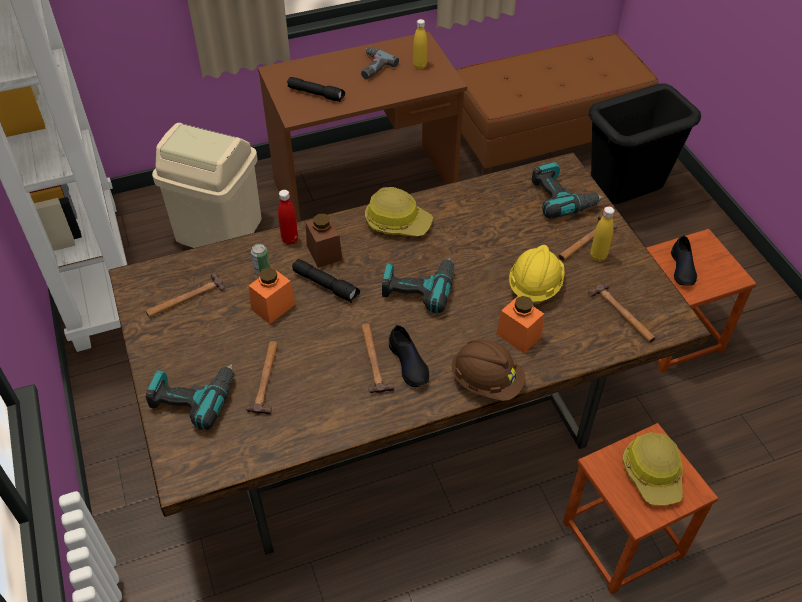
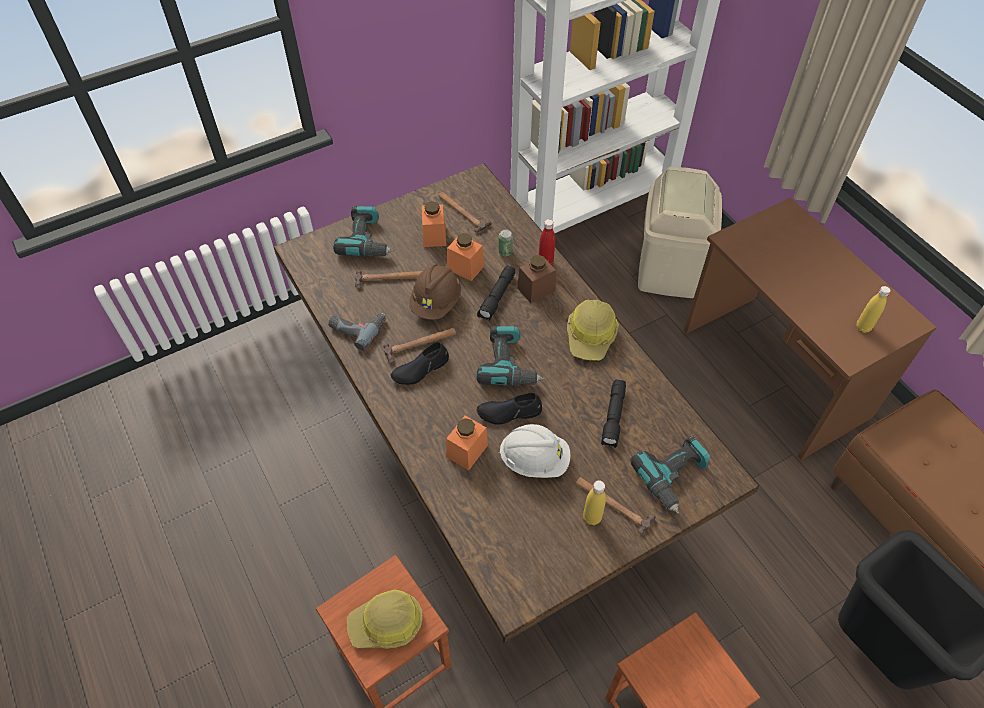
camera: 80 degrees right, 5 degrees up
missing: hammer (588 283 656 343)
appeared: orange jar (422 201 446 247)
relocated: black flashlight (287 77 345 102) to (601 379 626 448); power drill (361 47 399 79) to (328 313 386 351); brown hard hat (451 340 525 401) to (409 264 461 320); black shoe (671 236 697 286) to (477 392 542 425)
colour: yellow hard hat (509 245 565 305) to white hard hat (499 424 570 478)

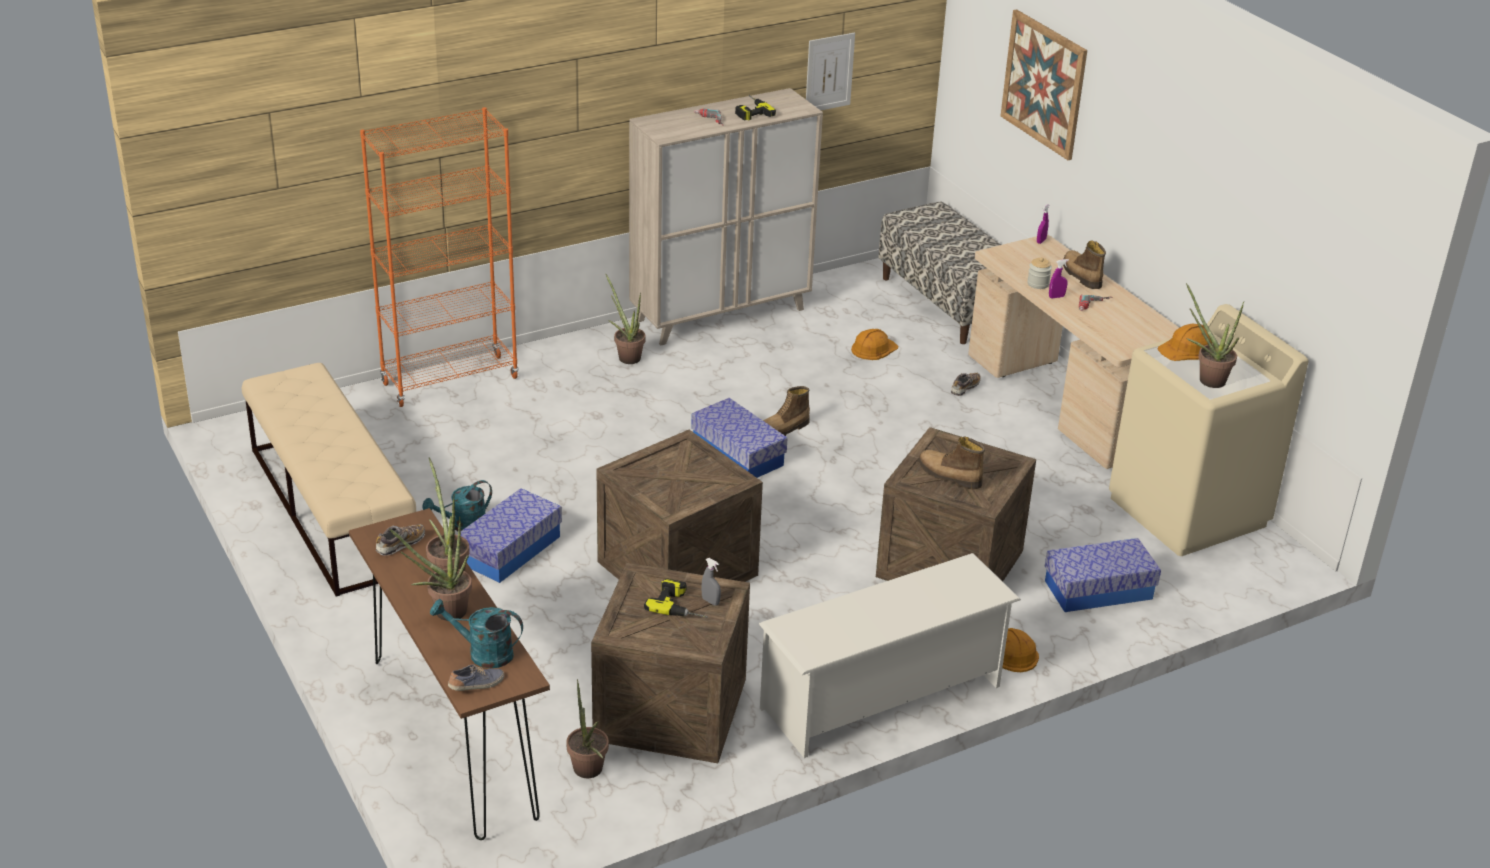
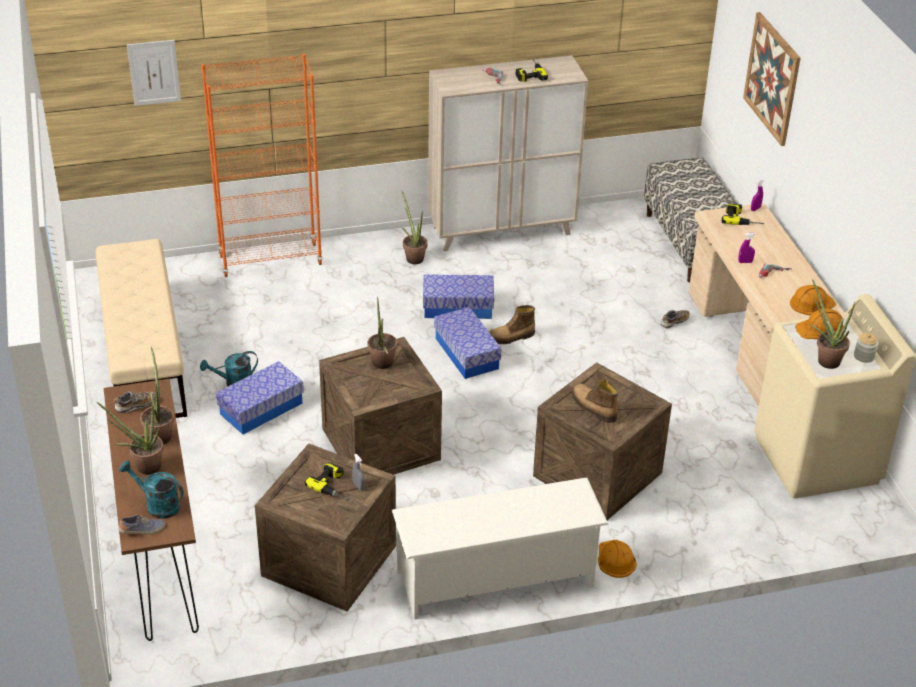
camera: 15 degrees right, 5 degrees up
missing: boot (1063 241 1106 289)
appeared: power drill (721 203 764 225)
relocated: potted plant (566 679 609 778) to (367 296 397 369); picture (806 33 855 110) to (127 40 181 106); orange hard hat (851 329 899 360) to (790 285 836 315); jar (1027 257 1052 289) to (854 333 878 363); storage box (1045 538 1161 612) to (423 274 494 319)

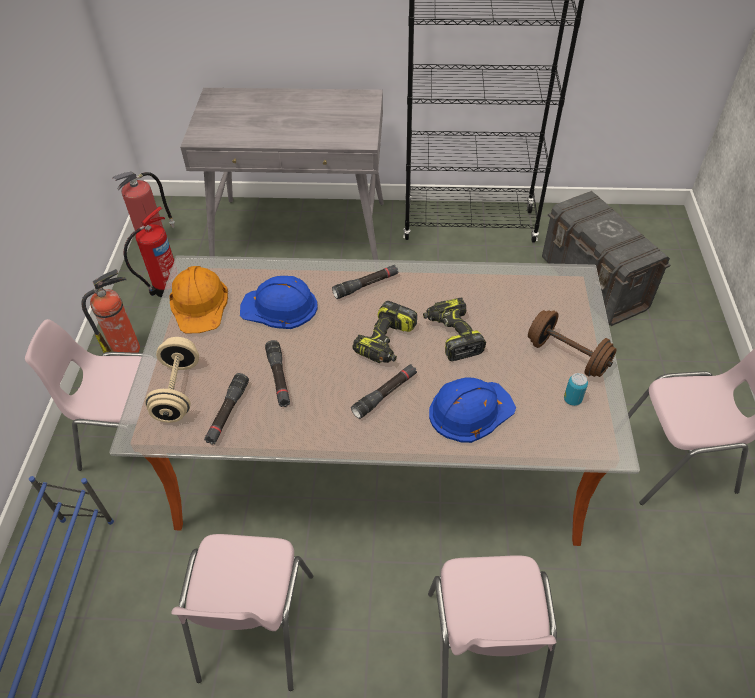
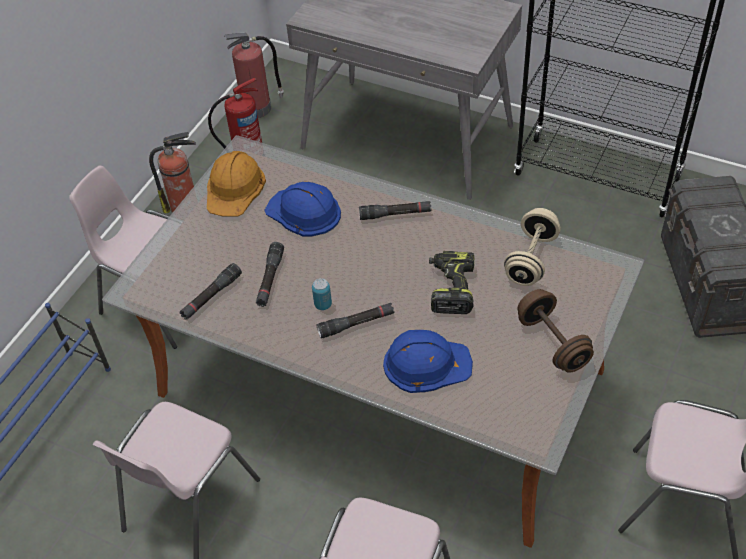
camera: 25 degrees right, 0 degrees up
missing: power drill (352 301 417 363)
relocated: beige dumbbell (145 337 199 423) to (504 208 561 286); can (564 373 588 406) to (312 278 332 310)

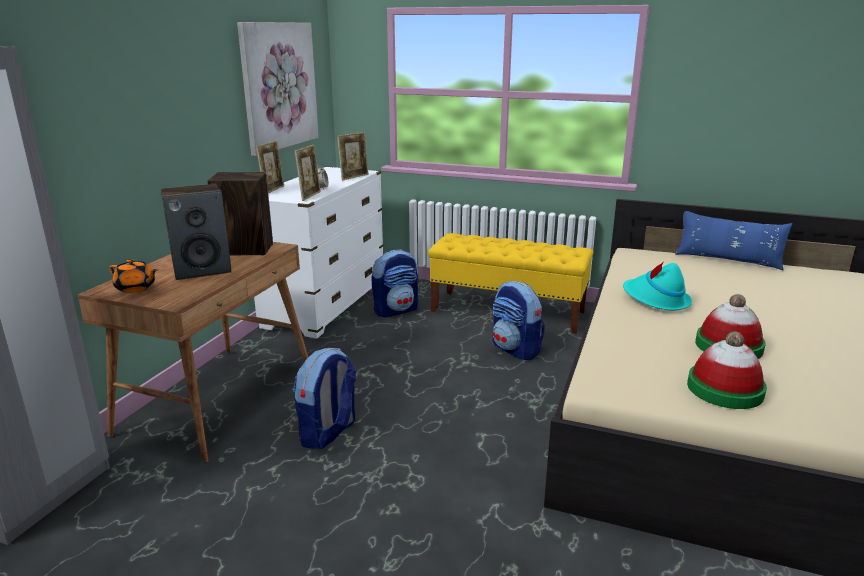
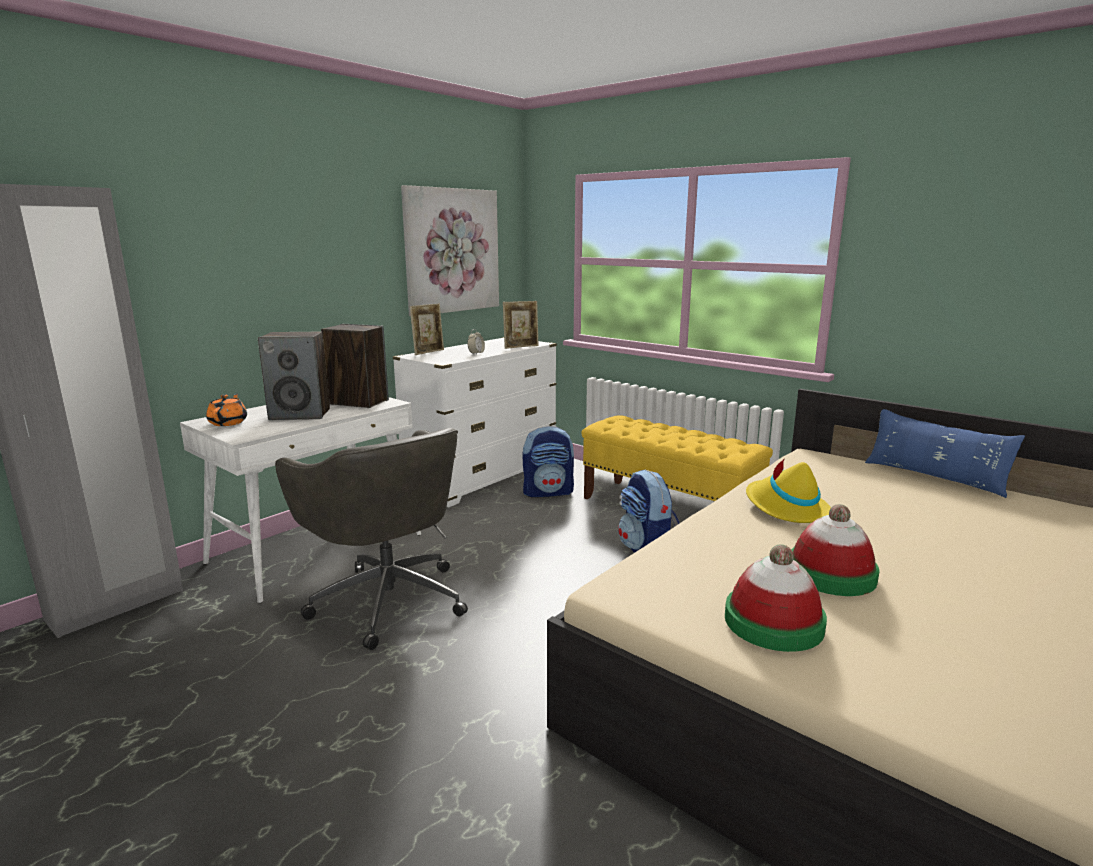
camera: 20 degrees right, 5 degrees down
missing: picture frame (295 145 321 201)
exchanged: backpack (293 348 356 449) to grey office chair (275 428 468 650)
colour: brown desk (77 242 308 463) to white desk (180 397 421 603); turquoise hat (623 262 692 310) to yellow hat (746 458 831 523)
spun: orange teapot (109 259 157 293) = (206 394 247 426) 135 degrees counterclockwise

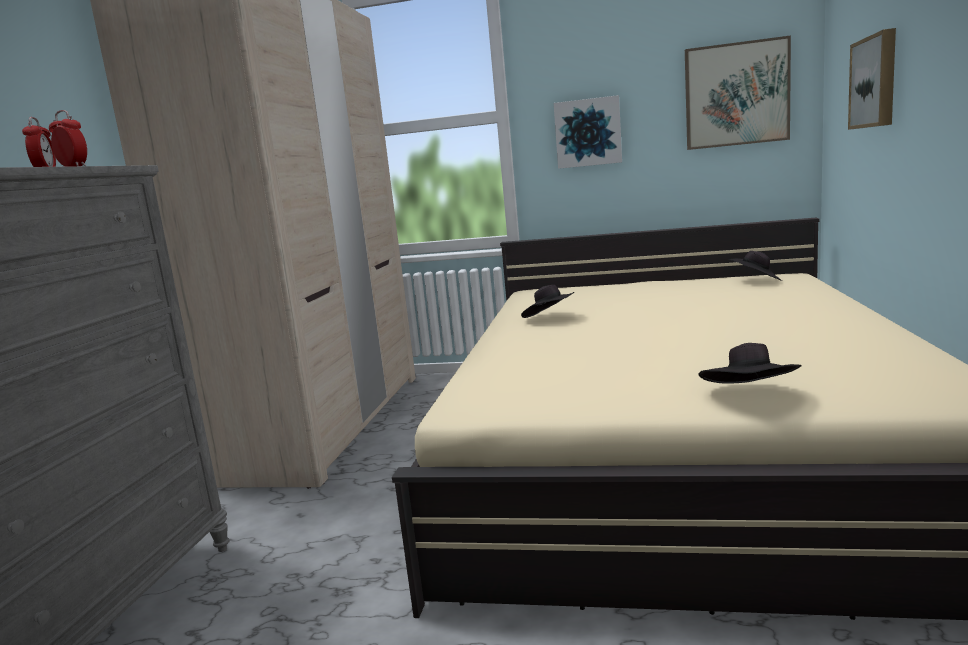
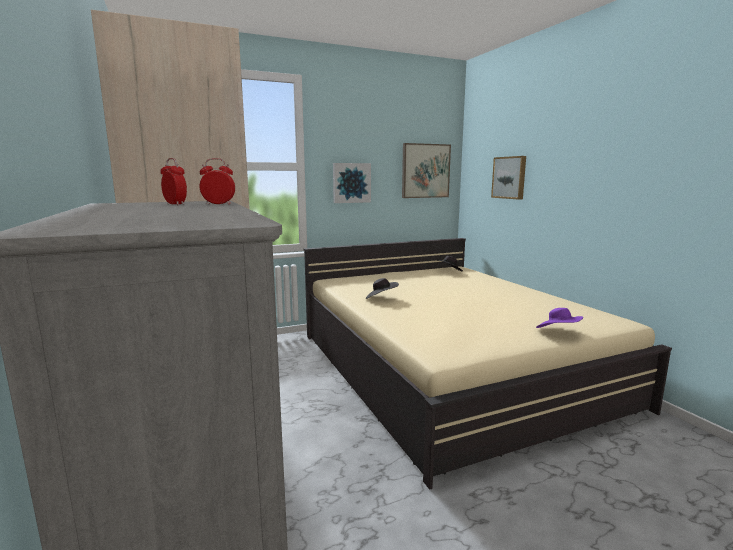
camera: 35 degrees left, 0 degrees up
colour: black hat (698 343 802 384) to purple hat (536 308 583 328)

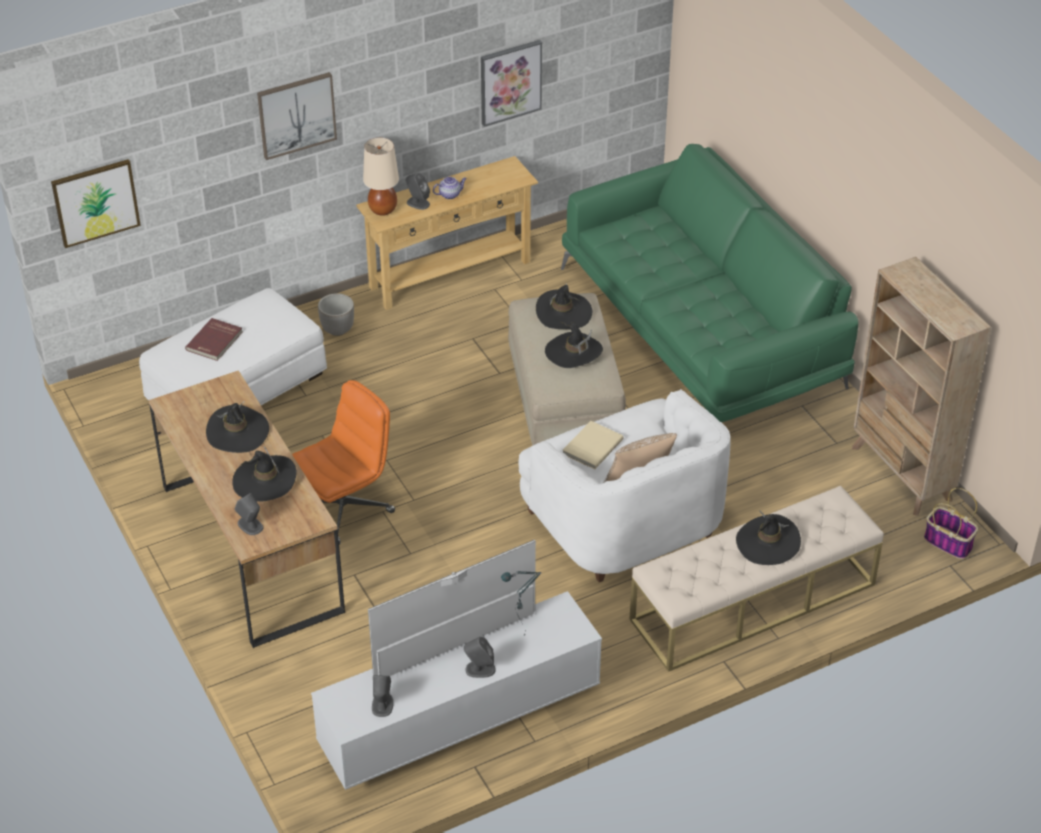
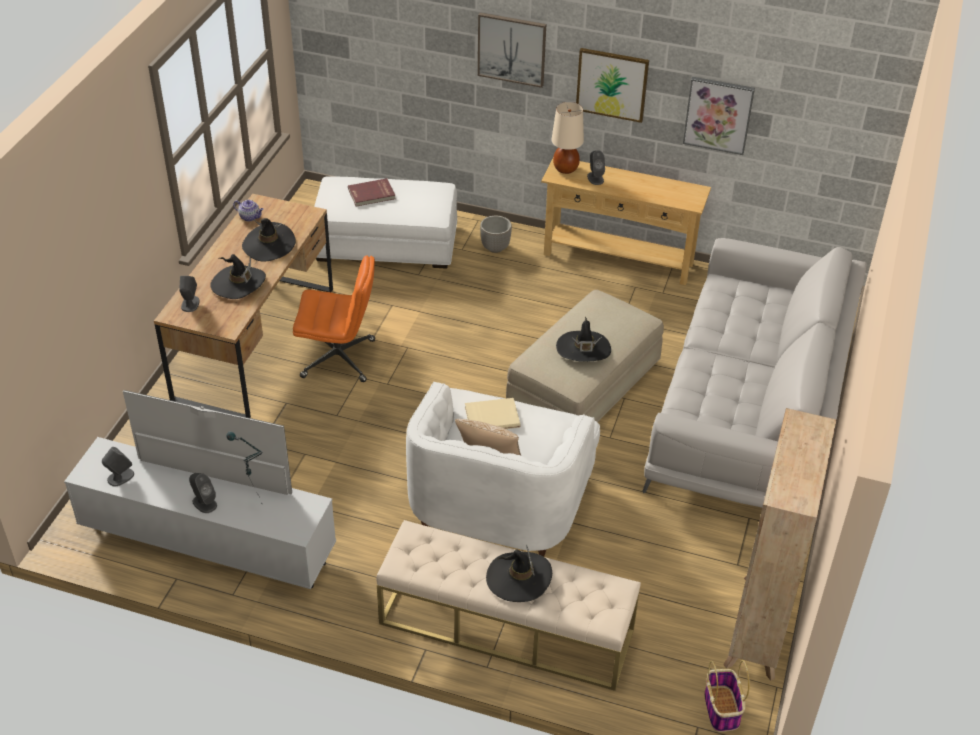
camera: 45 degrees right, 0 degrees up
missing: black hat (536 283 592 329)
relocated: picture (51 159 141 248) to (576 48 649 123); teapot (433 177 467 199) to (233 200 264 221)
colour: green sofa (561 144 858 422) to grey sofa (643 238 867 508)

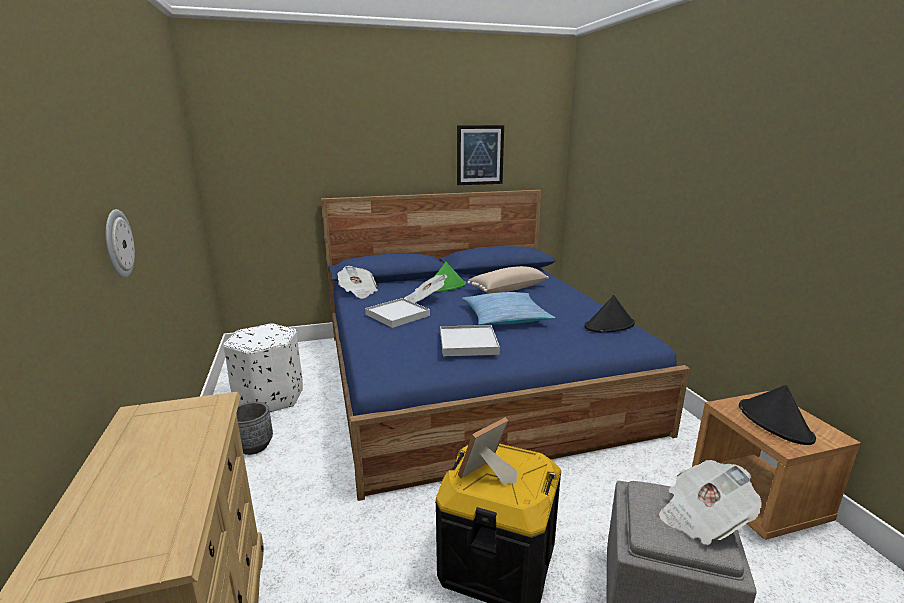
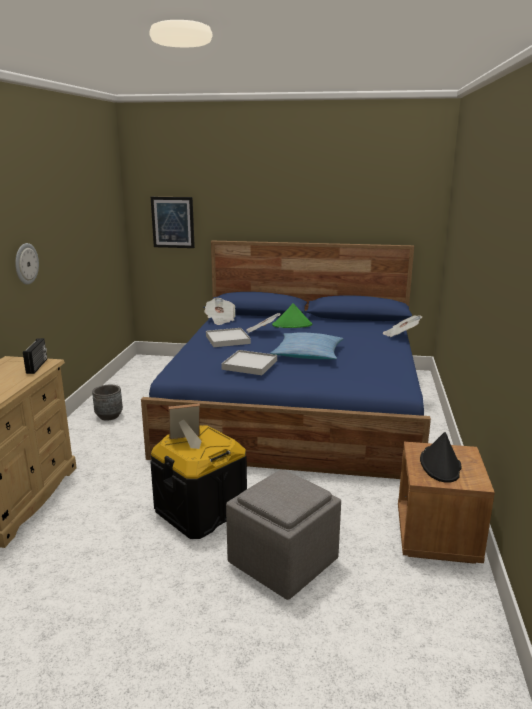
camera: 25 degrees right, 0 degrees up
missing: white ottoman (223 323 303 412); beige pillow (467 266 549 293); black hat (585 295 635 332)
appeared: radio (23 338 47 374)
relocated: picture (457 125 504 185) to (151 197 195 248); newspaper (659 460 762 545) to (383 315 422 337)

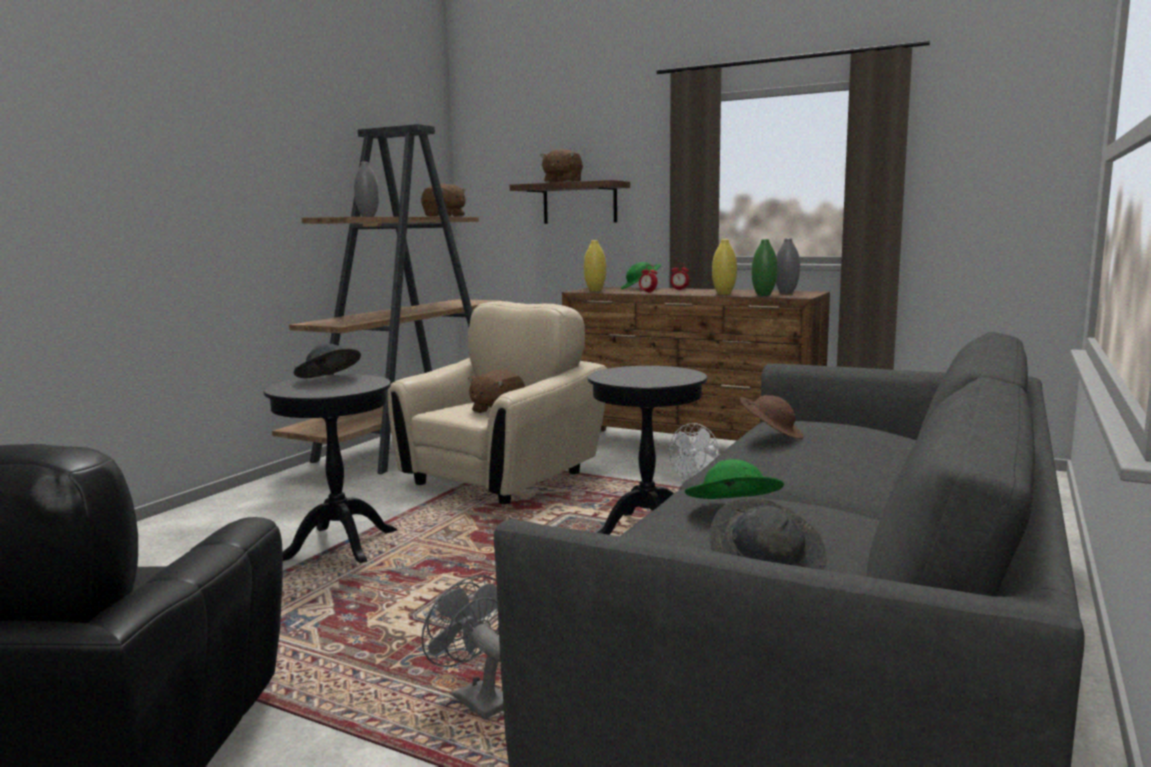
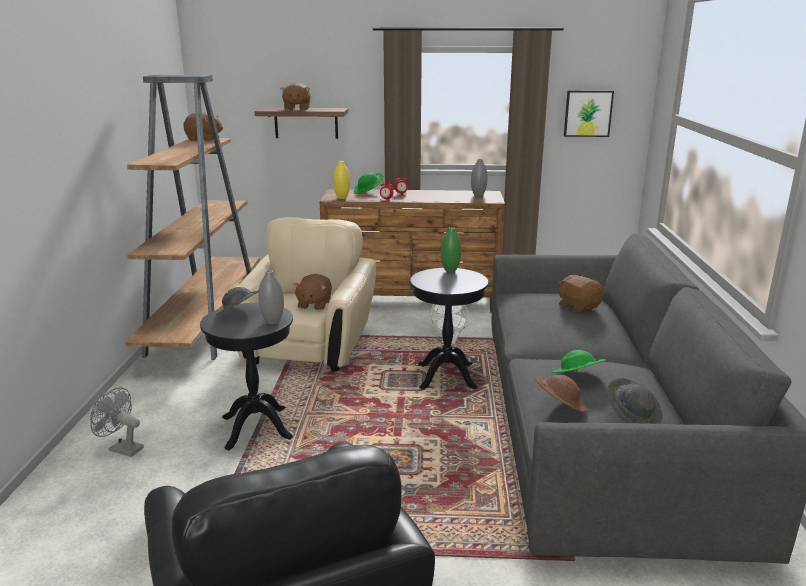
camera: 25 degrees left, 10 degrees up
missing: yellow vase (712 239 737 295)
appeared: brown plush toy (558 275 604 313); picture (564 90 614 137)
relocated: grey vase (354 162 379 217) to (258 270 284 324); grey fan (421 575 504 720) to (90 388 144 457); brown hat (740 395 803 439) to (535 375 587 412); green vase (752 239 777 296) to (441 227 461 273)

